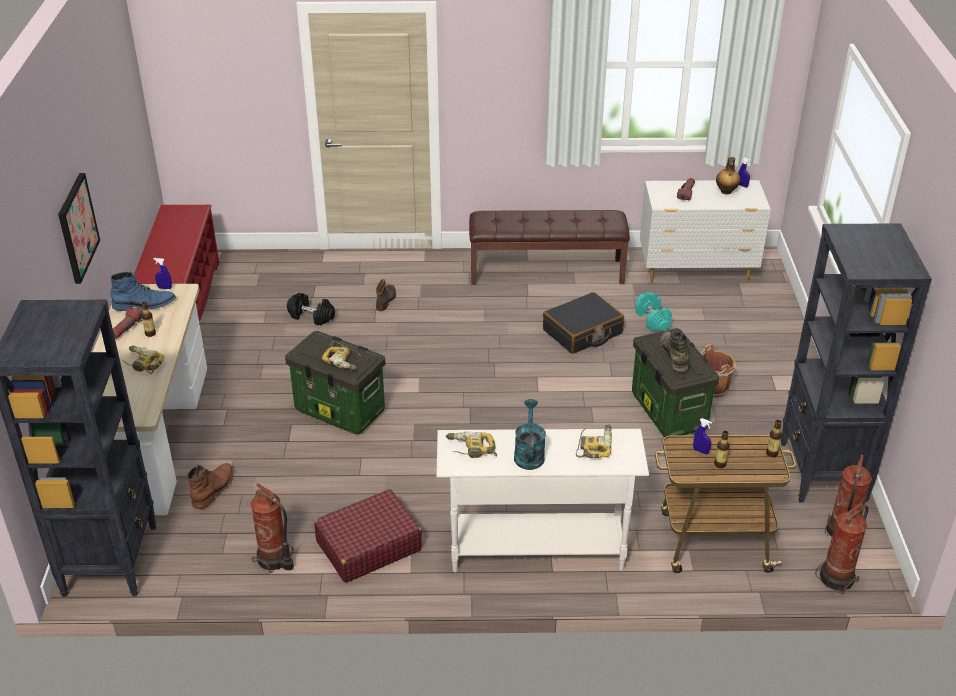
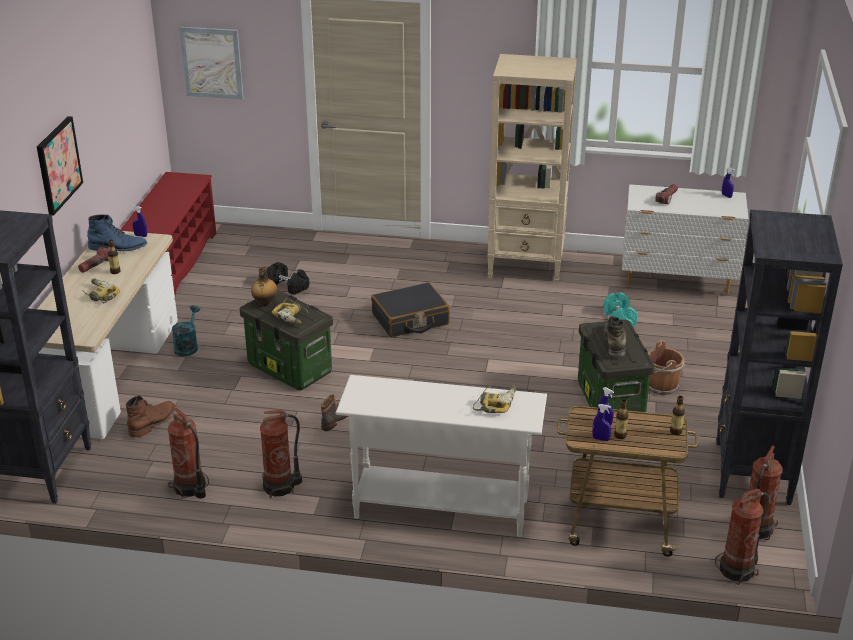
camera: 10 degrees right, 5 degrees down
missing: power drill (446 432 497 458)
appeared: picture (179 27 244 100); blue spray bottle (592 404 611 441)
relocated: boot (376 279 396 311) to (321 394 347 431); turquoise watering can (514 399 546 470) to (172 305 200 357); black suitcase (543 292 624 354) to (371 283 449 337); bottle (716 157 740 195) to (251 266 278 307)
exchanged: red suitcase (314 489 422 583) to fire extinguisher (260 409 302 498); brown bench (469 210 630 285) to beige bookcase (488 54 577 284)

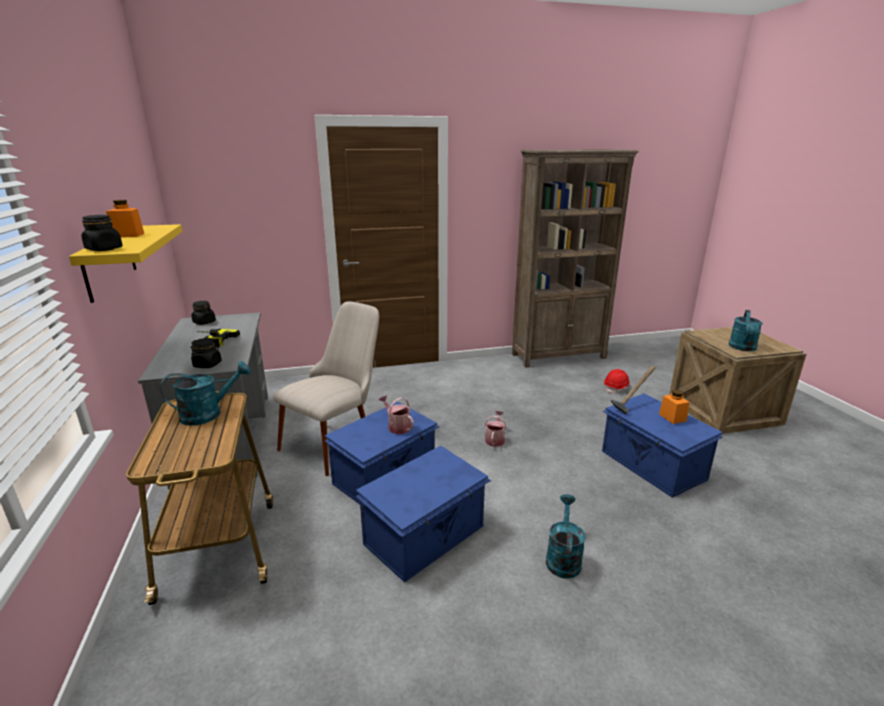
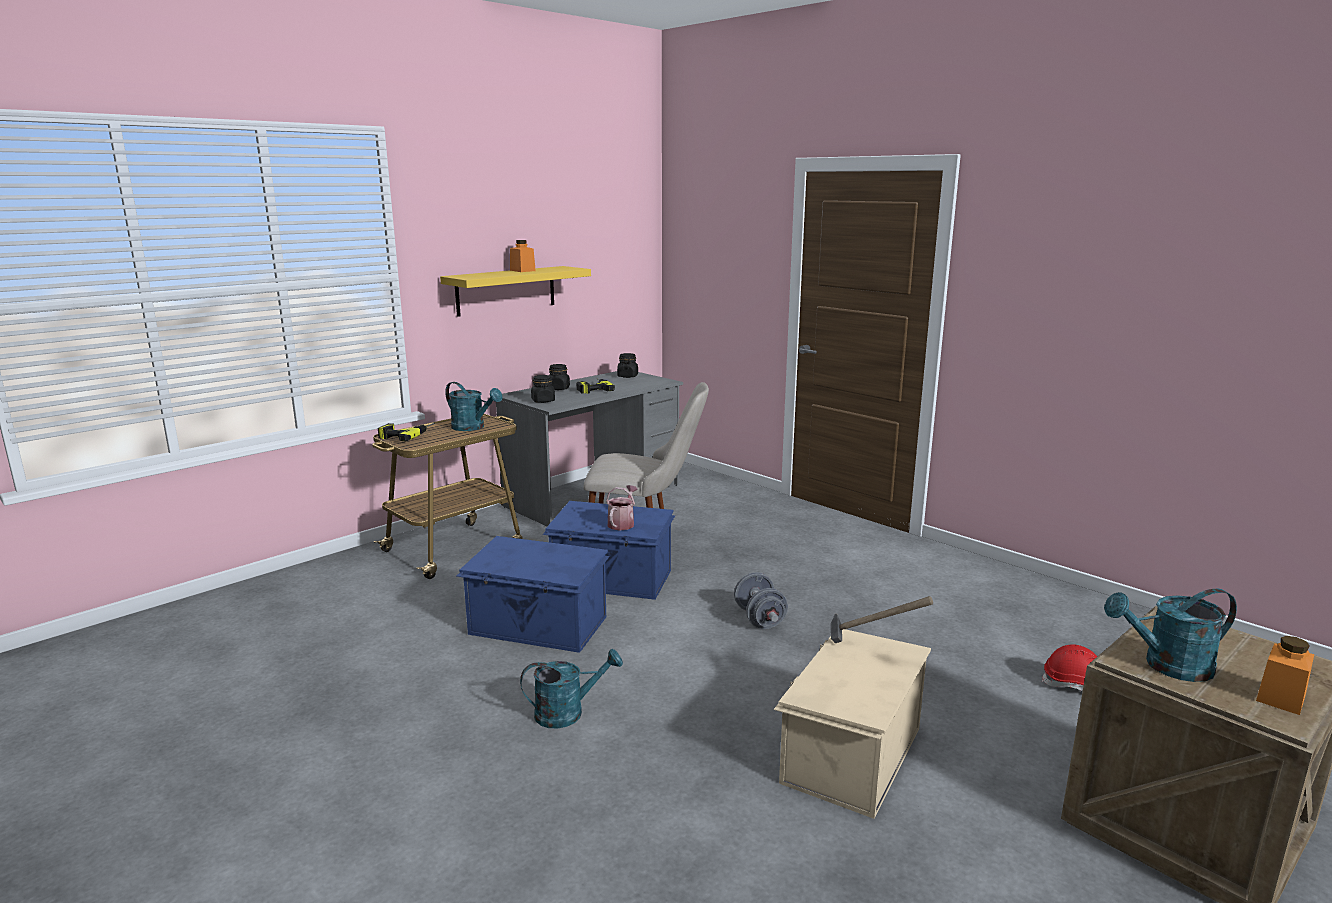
camera: 60 degrees right, 5 degrees down
missing: brown bookcase (512 149 639 367)
appeared: power drill (378 423 435 441)
relocated: black jar (81 215 123 251) to (549 364 570 390); orange jar (659 390 689 424) to (1256 636 1314 715)
exchanged: watering can (485 411 506 447) to grey dumbbell (734 572 788 629)
colour: blue storage box (602 393 723 497) to beige storage box (774 629 931 819)

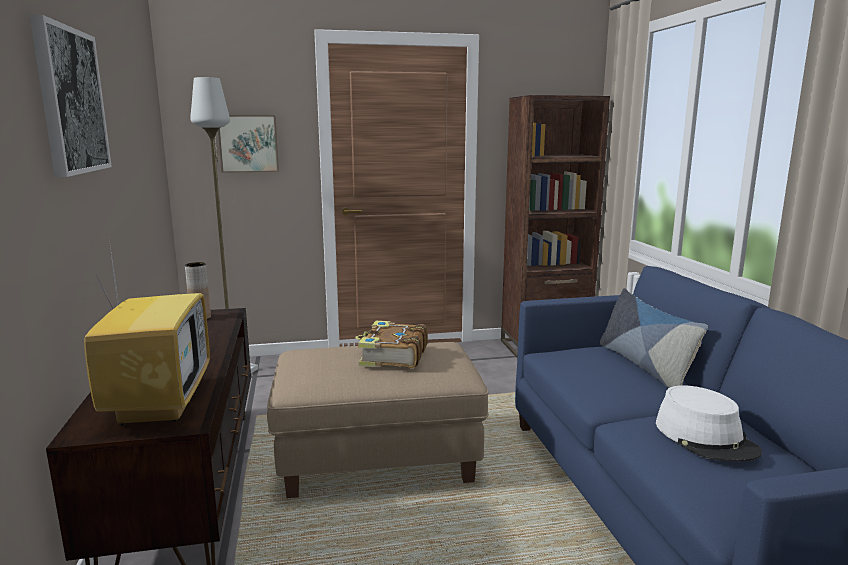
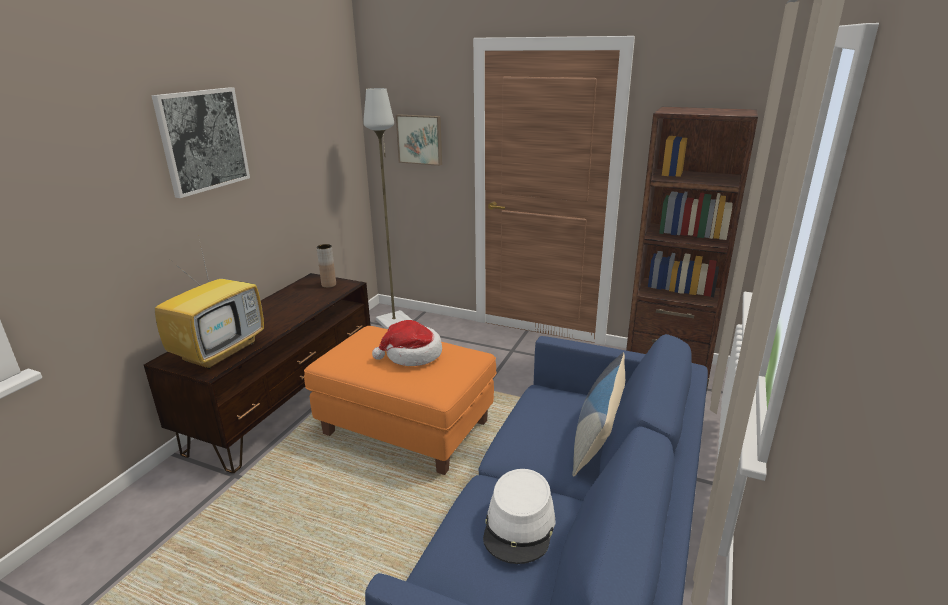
camera: 35 degrees right, 10 degrees up
exchanged: book (355 321 428 368) to hat (372 320 442 366)
colour: beige ottoman (267 342 489 498) to orange ottoman (304 326 497 475)

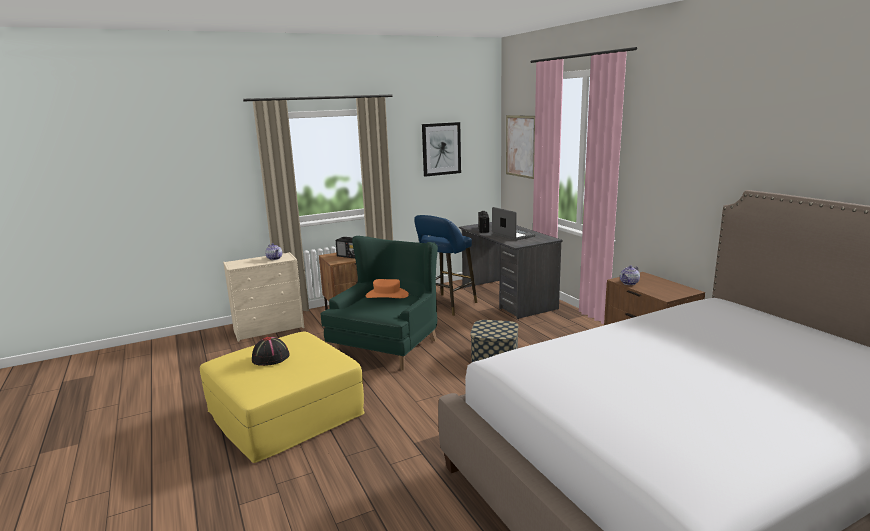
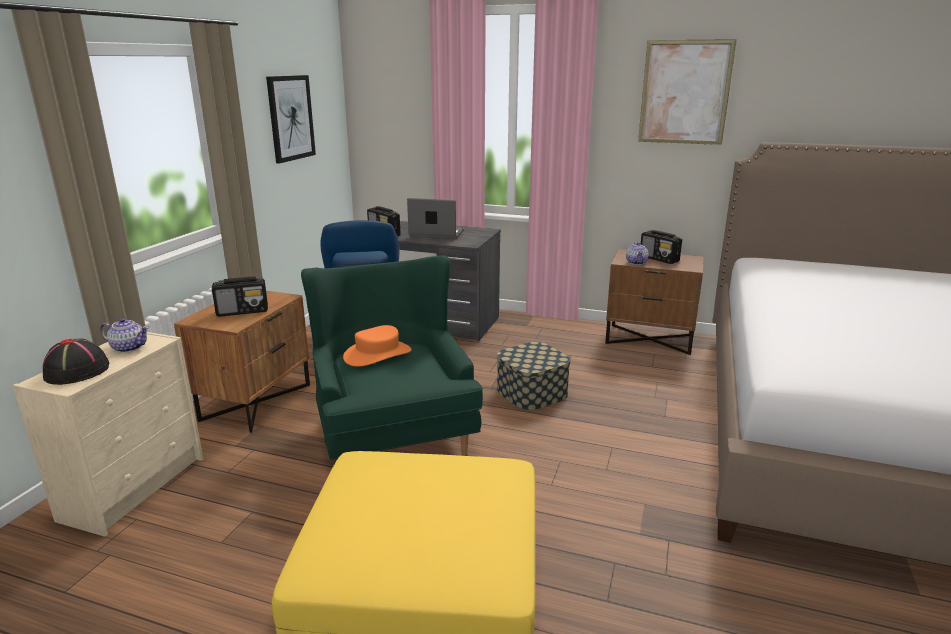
camera: 45 degrees left, 5 degrees up
appeared: radio (640 230 682 264)
relocated: black hat (252 337 290 366) to (43 338 109 385); picture (506 115 535 179) to (638 39 737 145)

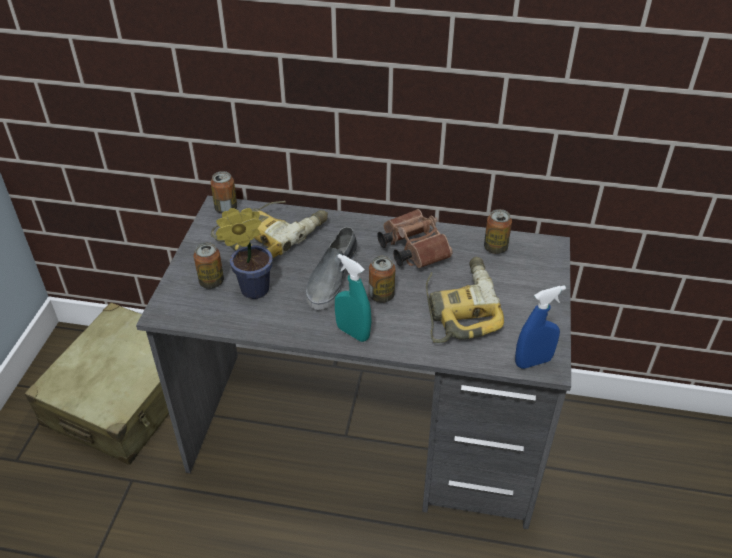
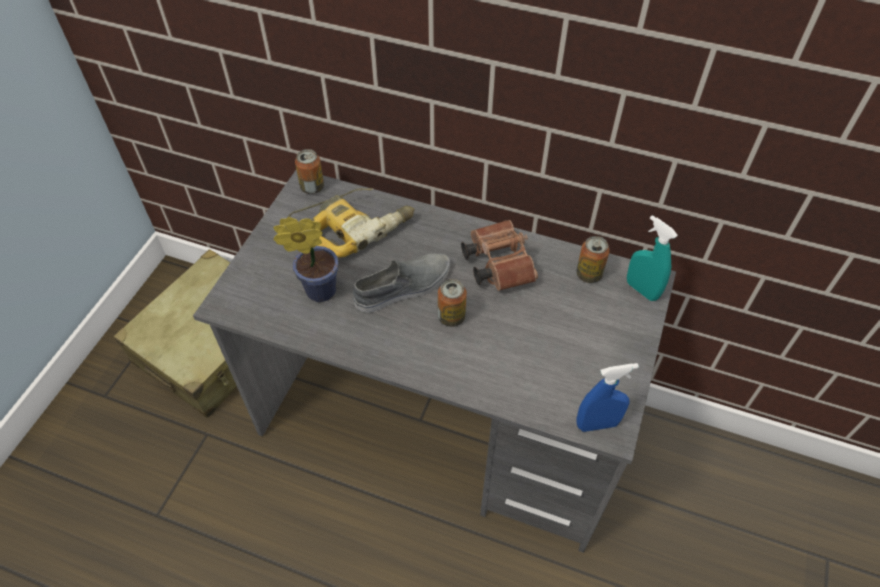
camera: 10 degrees right, 10 degrees up
missing: can (194 242 224 289); power drill (426 257 504 343)
relocated: turquoise spray bottle (335 254 372 342) to (627 215 678 301)
spun: grey shoe (306 227 357 310) = (353 254 450 313) 150 degrees counterclockwise

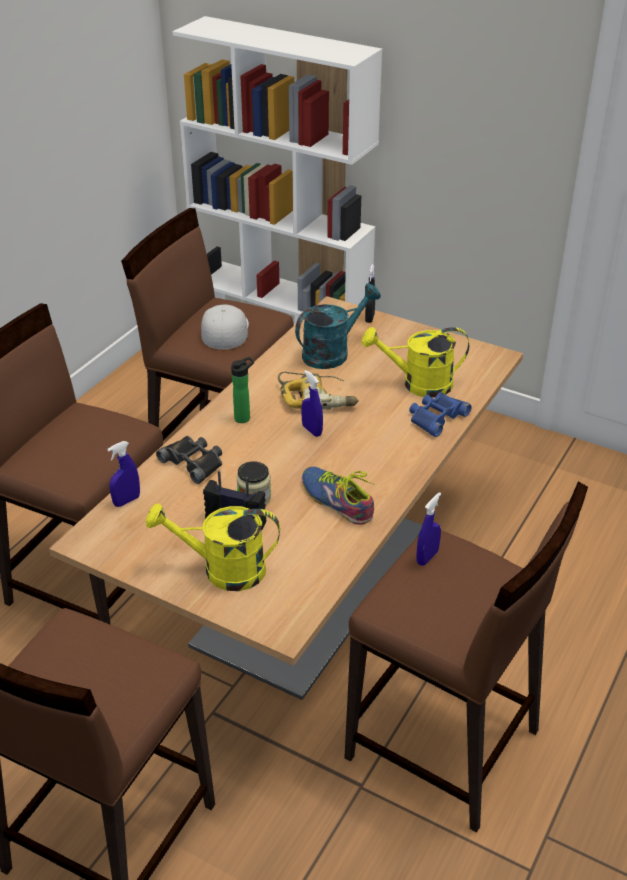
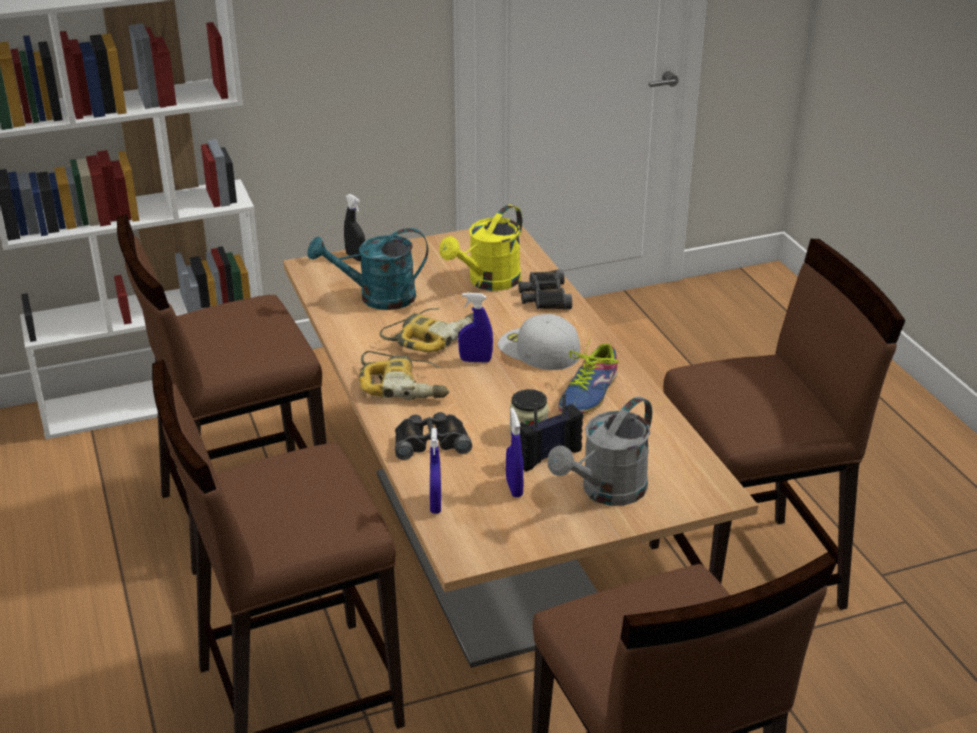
camera: 50 degrees left, 5 degrees down
relocated: white cap (201 305 249 349) to (498 314 580 370); blue spray bottle (416 492 441 566) to (506 408 524 497)
exchanged: bottle (231 357 254 423) to power drill (359 351 449 400)
colour: yellow watering can (146 503 280 591) to grey watering can (547 396 652 506); blue binoculars (409 392 472 437) to black binoculars (519 269 572 309)
spun: turquoise watering can (295 283 381 369) = (308 228 428 310) 105 degrees counterclockwise; shoe (302 467 376 525) = (558 337 619 414) 60 degrees counterclockwise

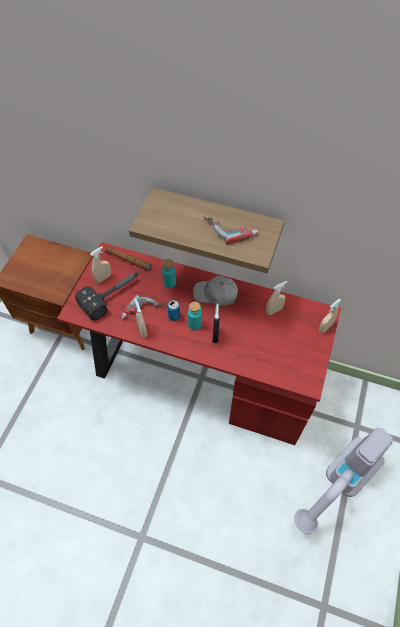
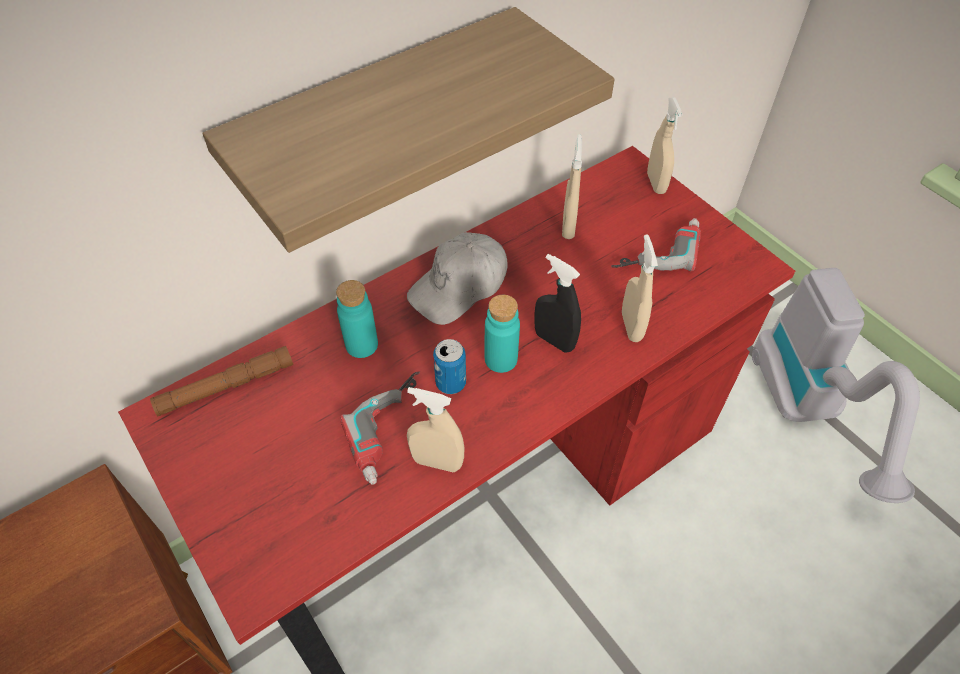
camera: 55 degrees left, 5 degrees down
missing: hammer (75 272 140 320)
relocated: beige spray bottle (90 246 111 283) to (622 234 658 342); power drill (203 216 259 245) to (611 218 701 272)

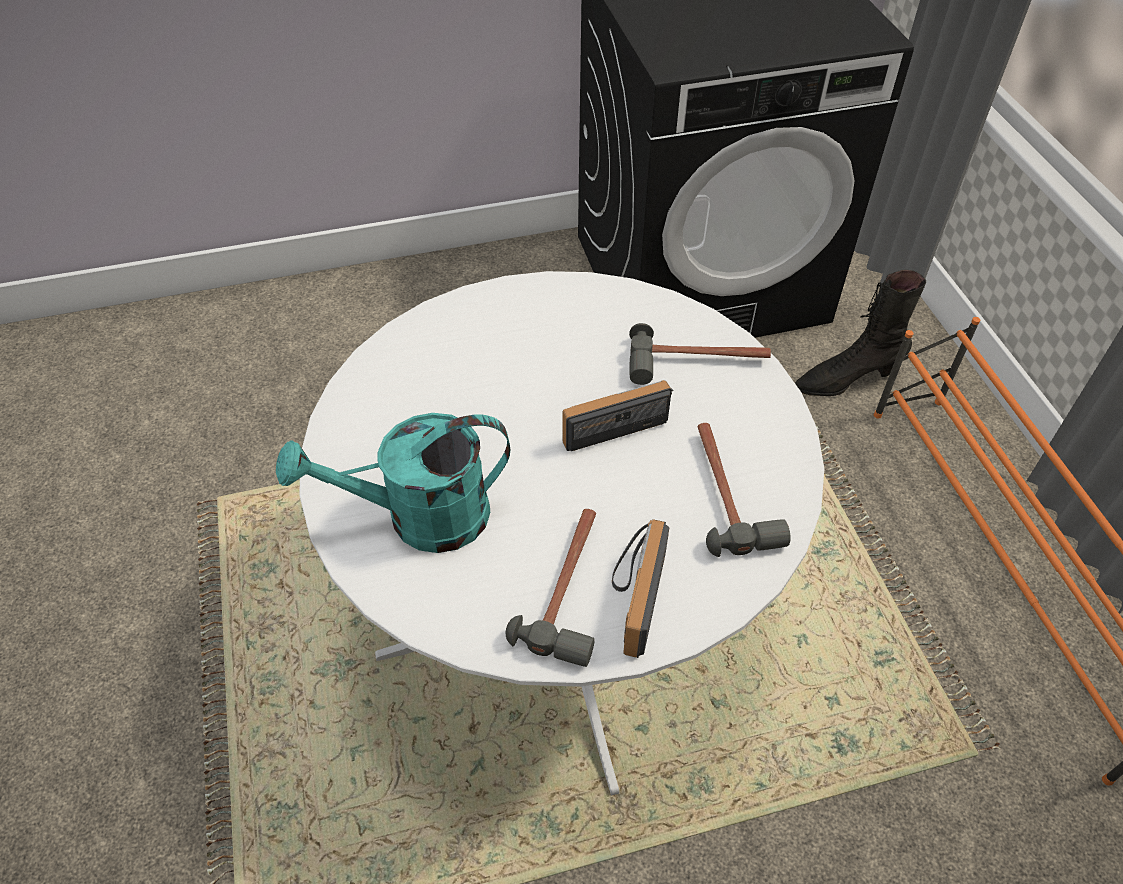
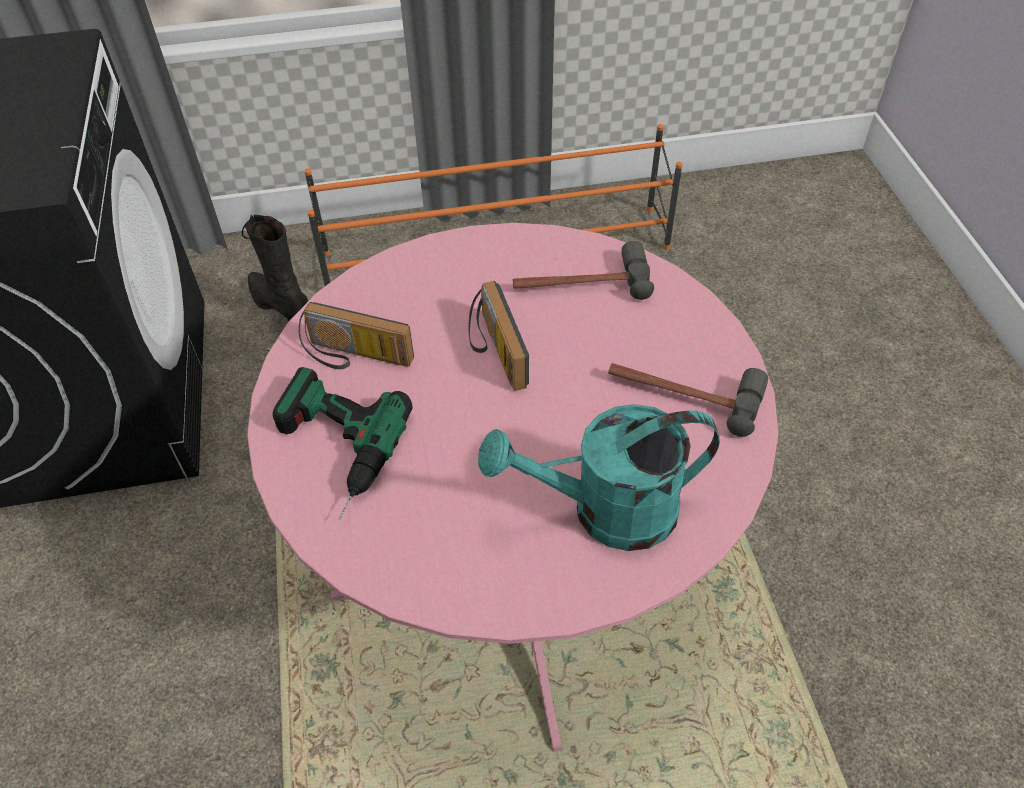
camera: 85 degrees left, 0 degrees up
missing: hammer (629 323 771 385)
appeared: power drill (273 367 413 520)
relocated: radio (612 519 669 658) to (298 302 414 369)
colour: white dining table (300 271 824 796) to pink dining table (247 223 778 751)
spun: turquoise watering can (276 413 510 553) = (478 404 720 551) 90 degrees clockwise; black boot (795 270 926 396) = (242 215 308 322) 150 degrees clockwise

